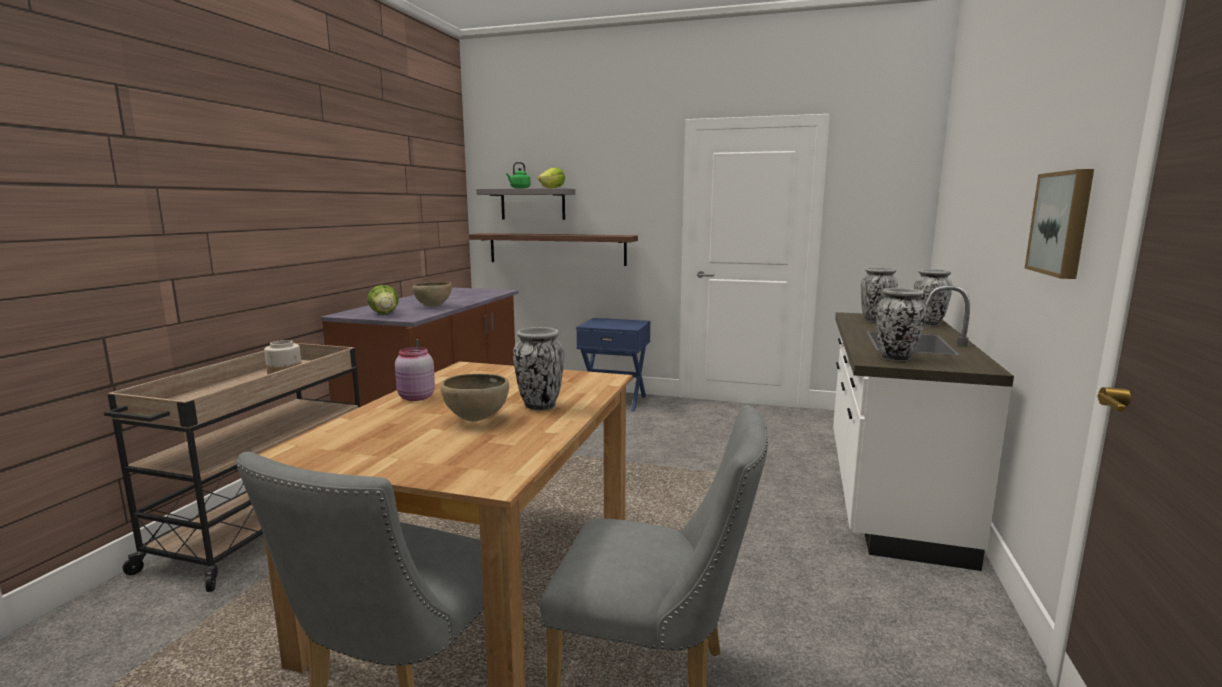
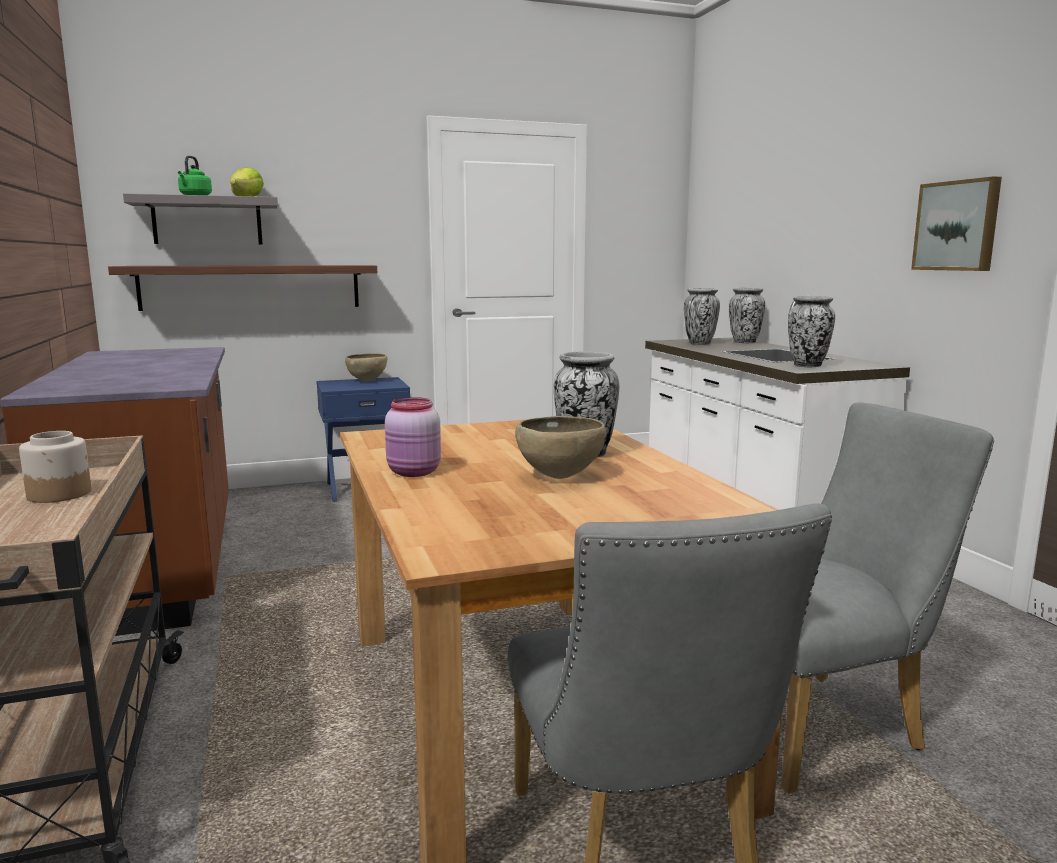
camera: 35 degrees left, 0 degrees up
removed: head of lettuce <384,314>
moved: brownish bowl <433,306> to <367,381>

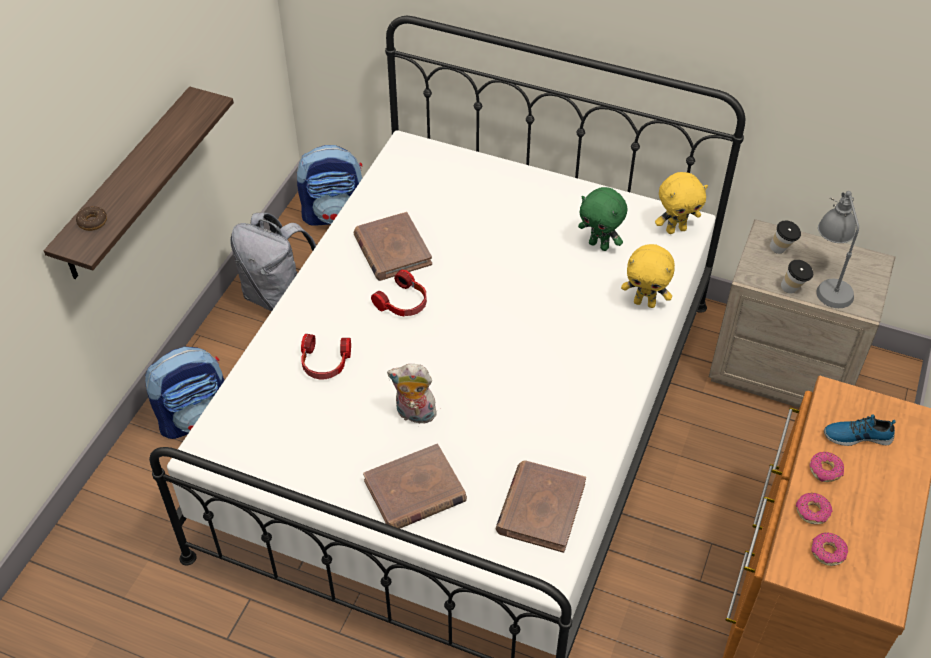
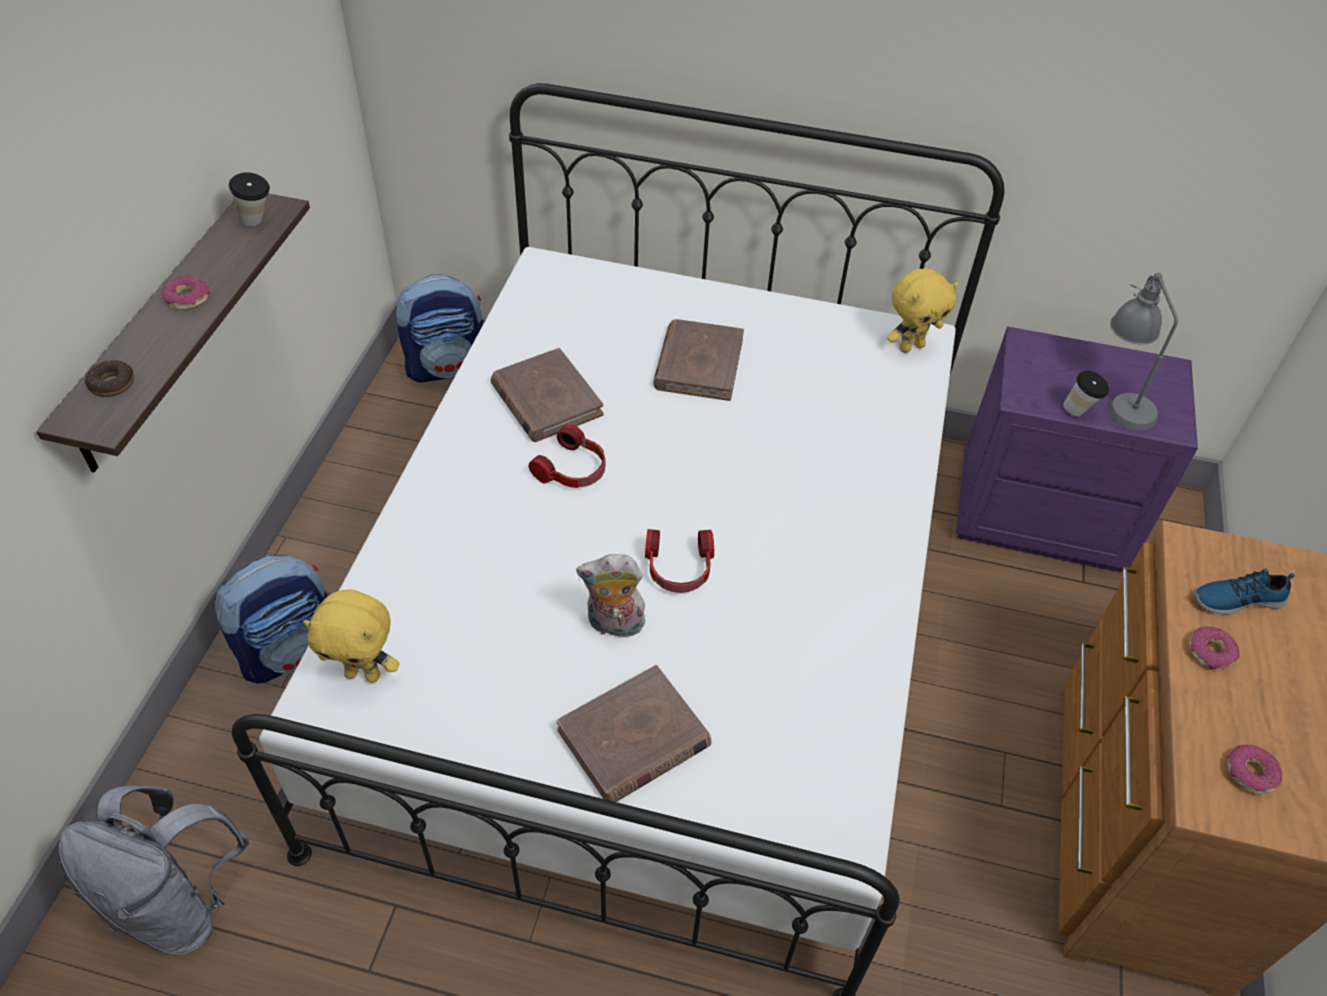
camera: 10 degrees left, 0 degrees up
removed: green cuddly toy <599,245>
moved: grey backpack <279,297> to <180,903>; headphones <325,363> to <679,569>; brownish volume <540,508> to <698,364>; yellow-coloured cuddly toy <645,303> to <364,673>; drinking cup <782,250> to <258,222>; ring doughnut <812,511> to <187,299>
recoloured: beige night table <782,368> to purple-coloured night table <1040,513>

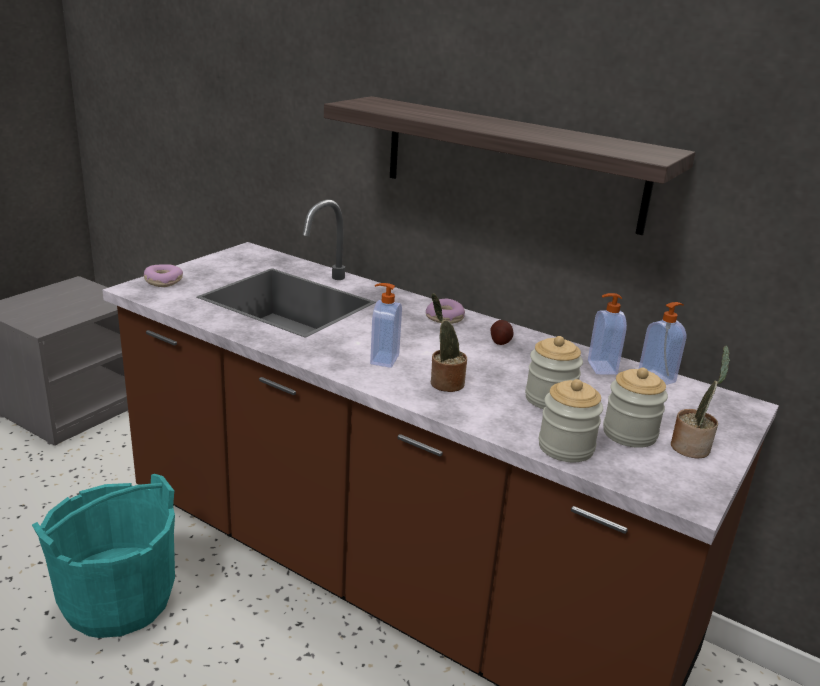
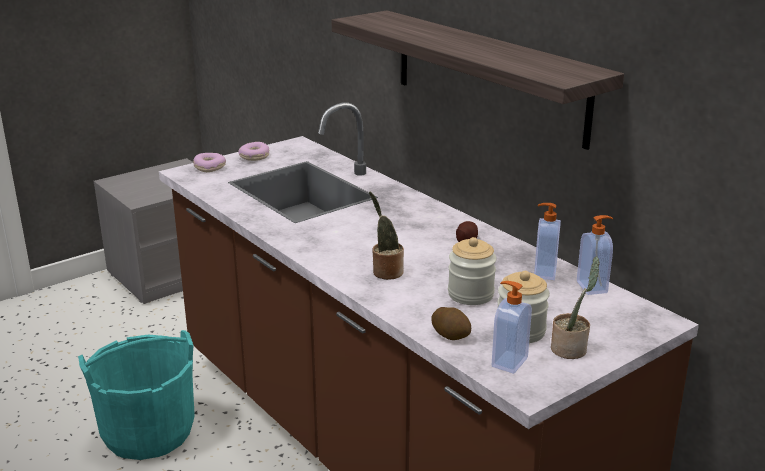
camera: 20 degrees right, 0 degrees up
moved: soap dispenser <383,359> to <508,362>; ring doughnut <445,318> to <254,157>
replaced: preserve jar <566,447> to potato <451,335>

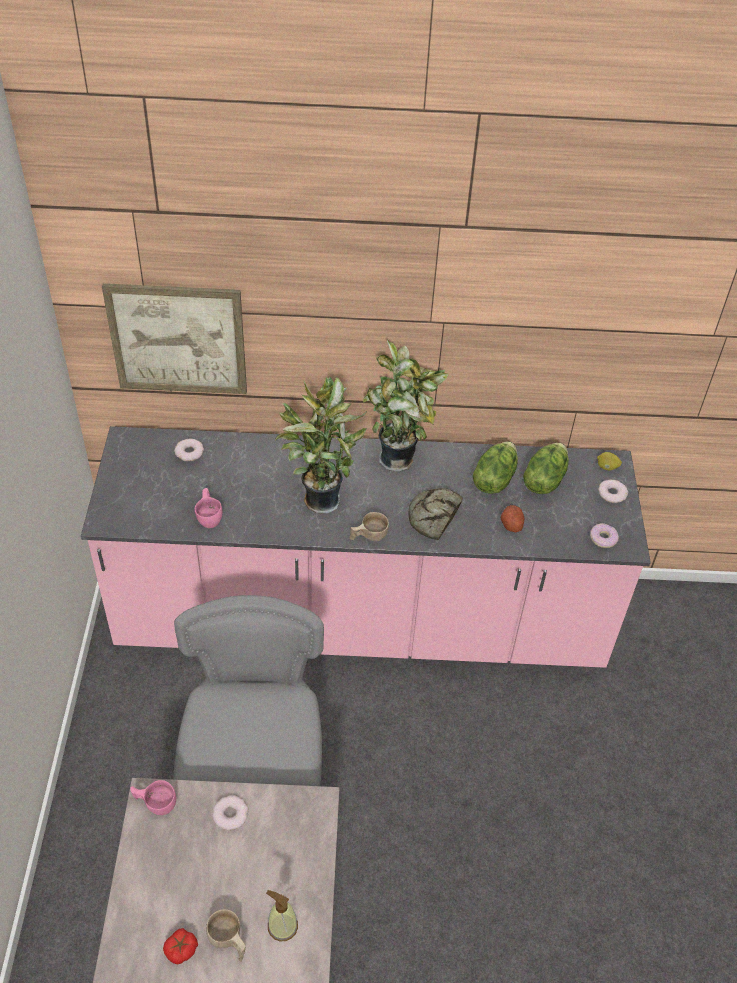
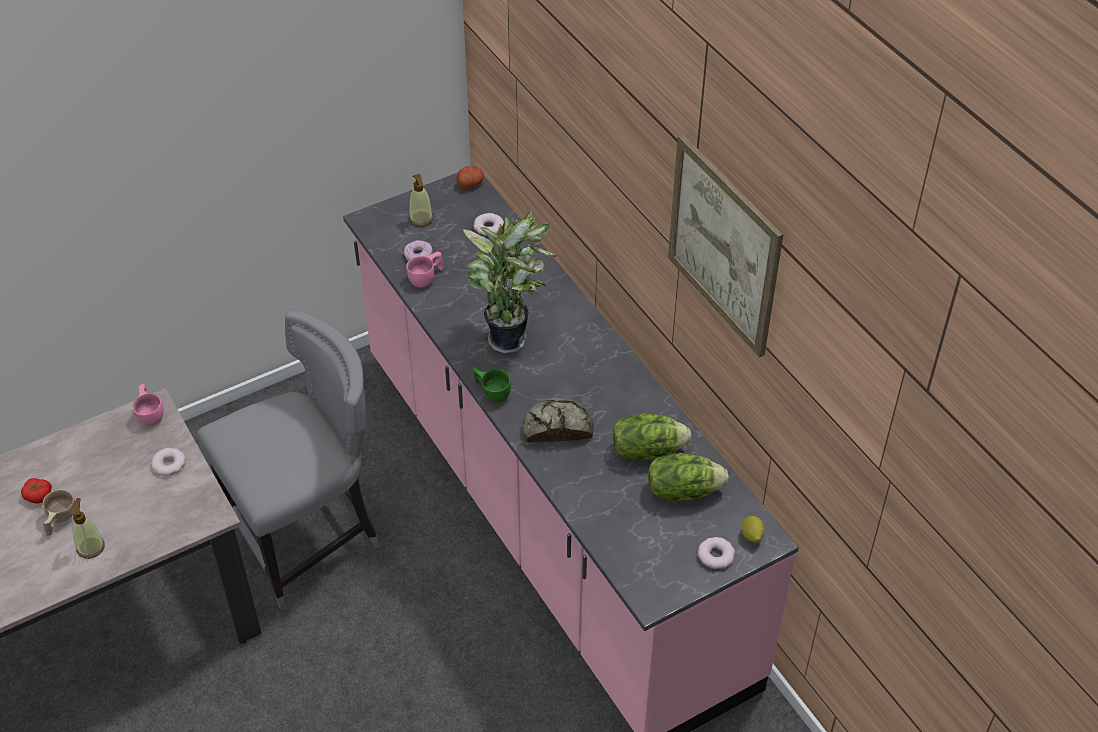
camera: 60 degrees right, 0 degrees up
removed: potted plant <400,460>
added: soap dispenser <421,219>
moved: wall picture <178,339> to <724,245>; potato <511,523> to <470,183>; ring doughnut <603,539> to <418,255>
recoloured: beige drinking cup <368,536> to green drinking cup <491,392>

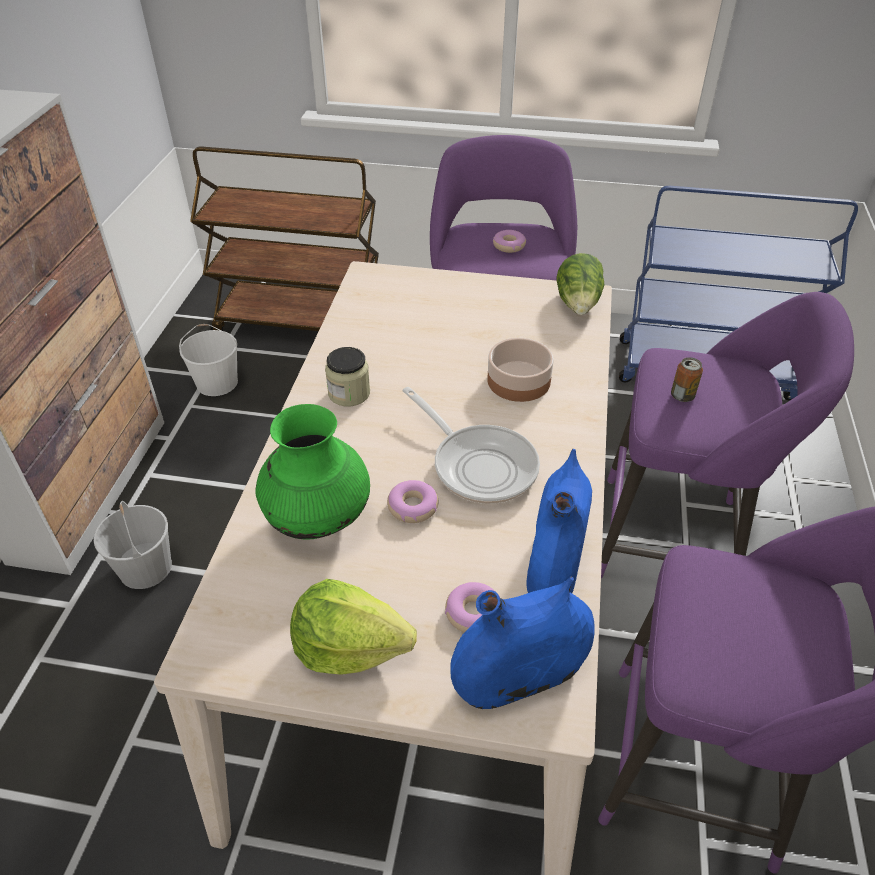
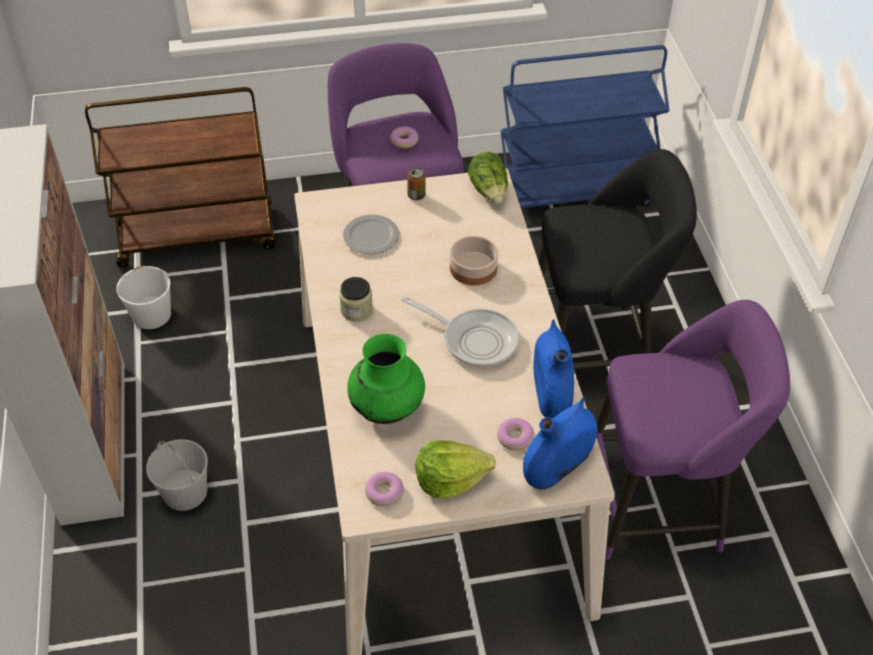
camera: 20 degrees left, 5 degrees up
added: dinner plate <370,237>
moved: ring doughnut <413,507> to <384,492>; can <682,396> to <416,195>
recoloured: purple-coloured stool seat <677,540> to black-coloured stool seat <595,348>

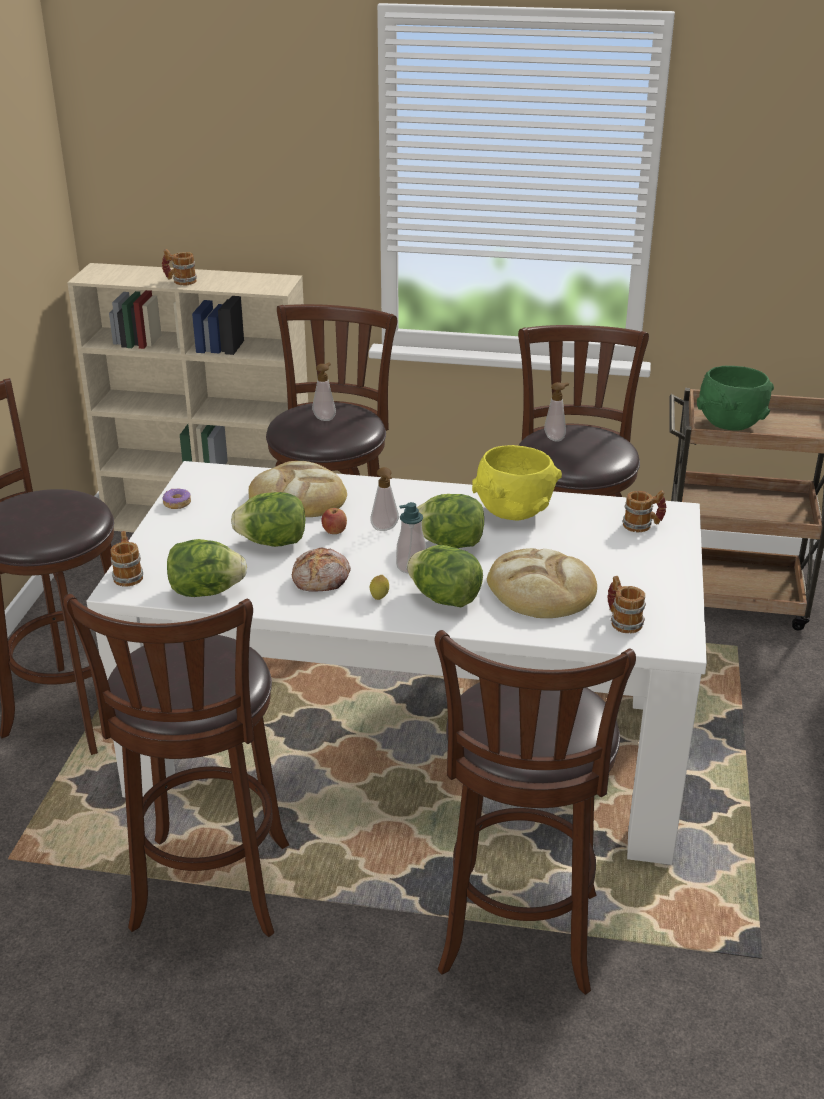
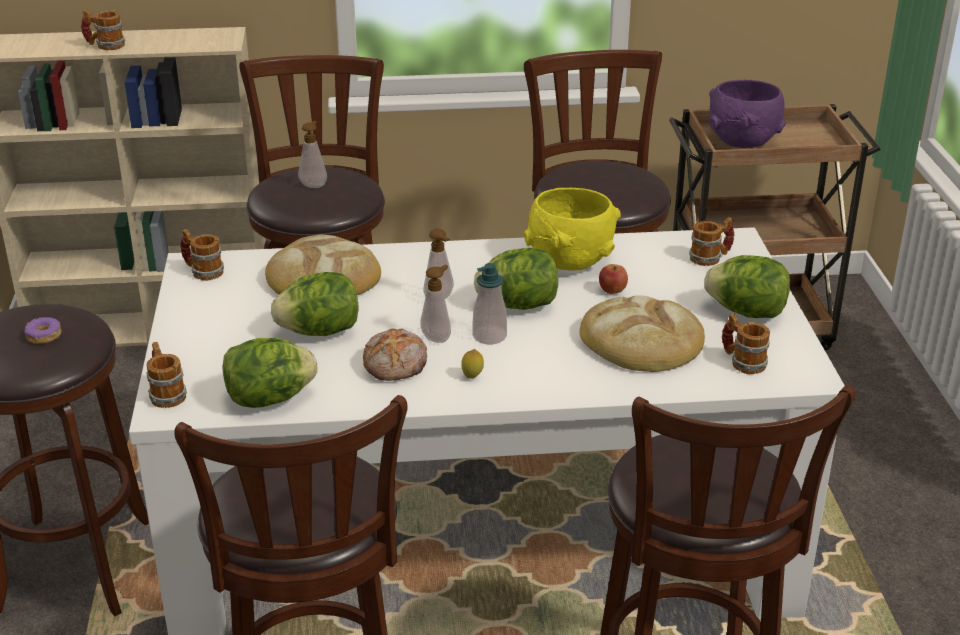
camera: 15 degrees left, 0 degrees up
added: mug <202,271>
moved: ring doughnut <177,503> to <43,336>; apple <334,532> to <612,291>; head of lettuce <445,599> to <746,312>; soap dispenser <556,438> to <437,337>
recoloured: green bowl <730,425> to purple-coloured bowl <742,142>

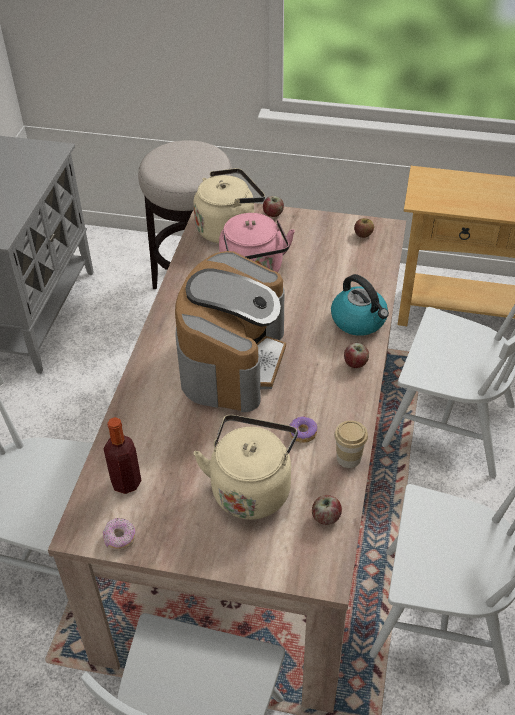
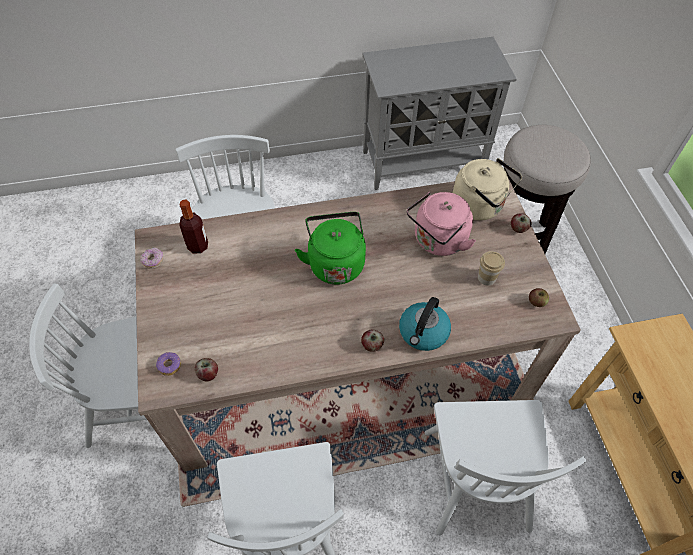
camera: 65 degrees right, 10 degrees up
removed: beige water kettle <251,487>
moved: ring doughnut <302,433> to <169,365>; drinking cup <348,458> to <486,278>
replaced: coffee maker <232,359> to green water kettle <335,262>

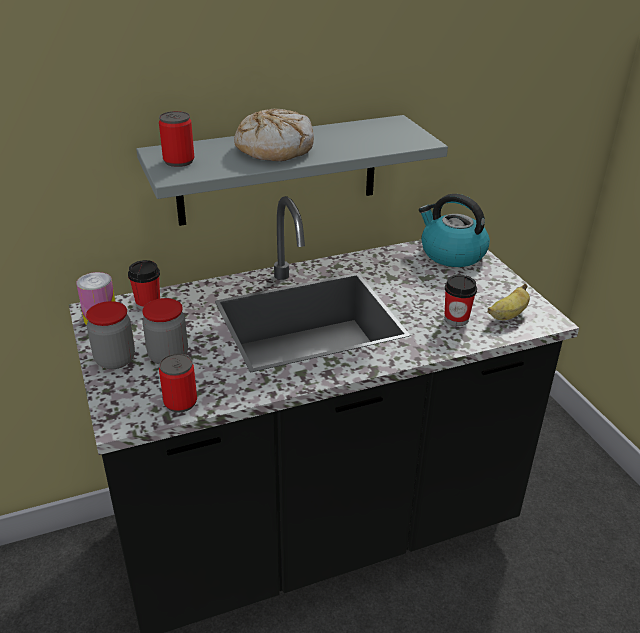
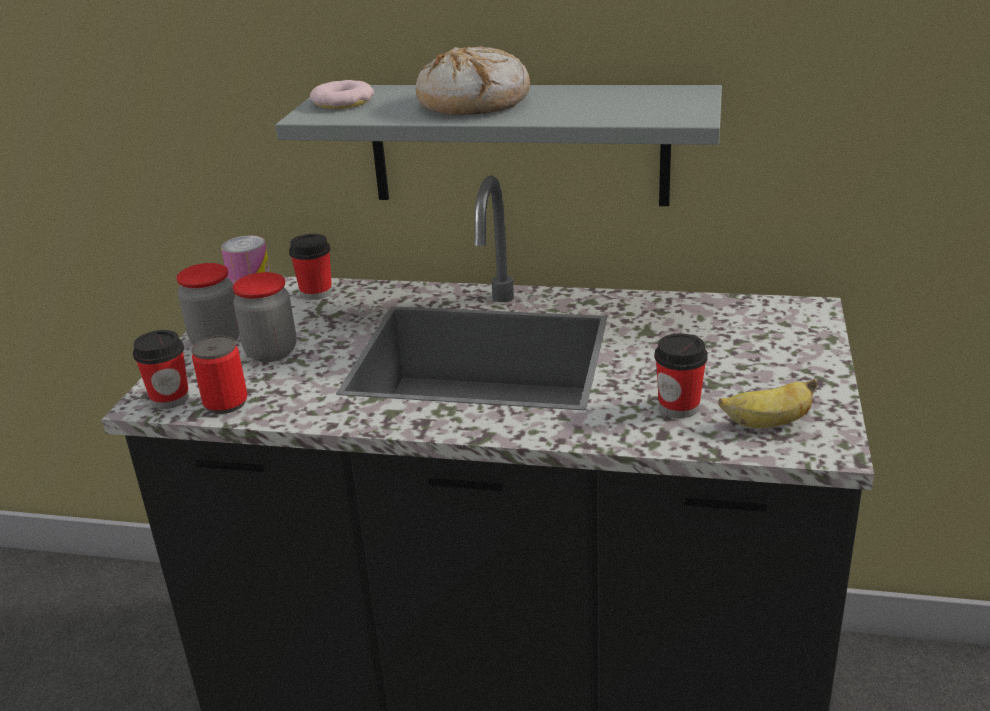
camera: 35 degrees right, 5 degrees down
removed: water kettle <451,253>
added: drinking cup <170,399>
replaced: can <179,161> to ring doughnut <343,102>

